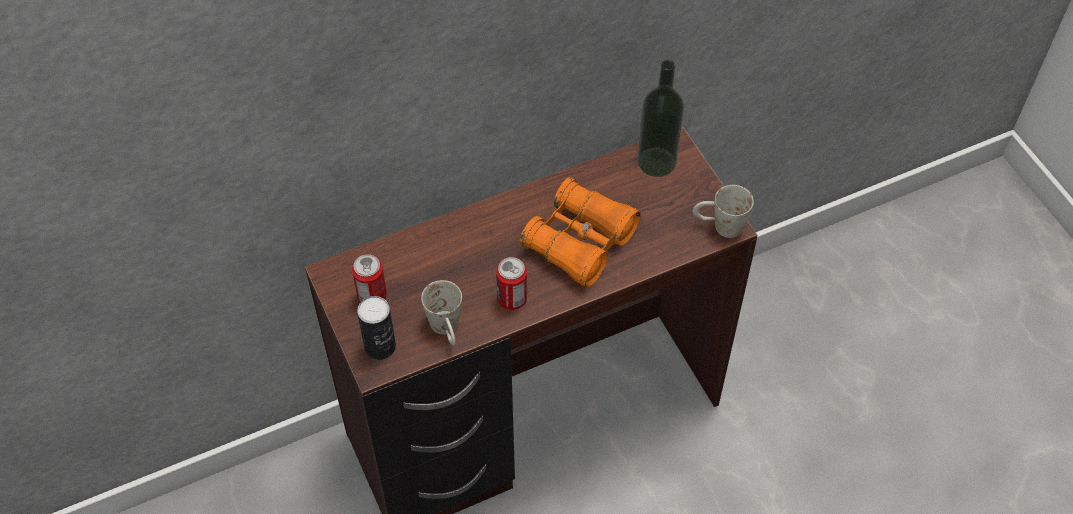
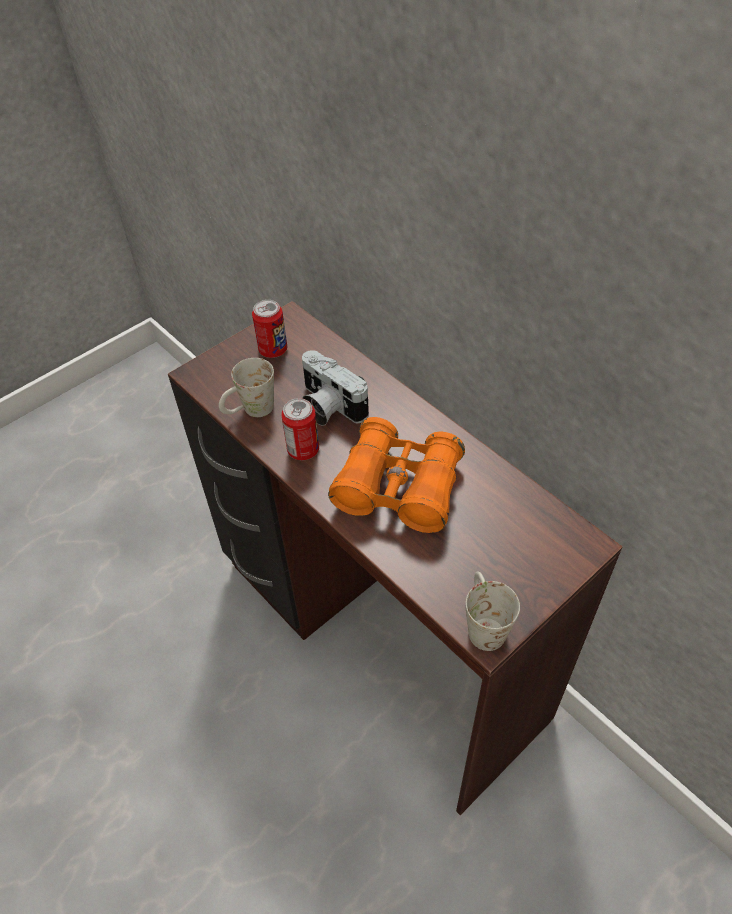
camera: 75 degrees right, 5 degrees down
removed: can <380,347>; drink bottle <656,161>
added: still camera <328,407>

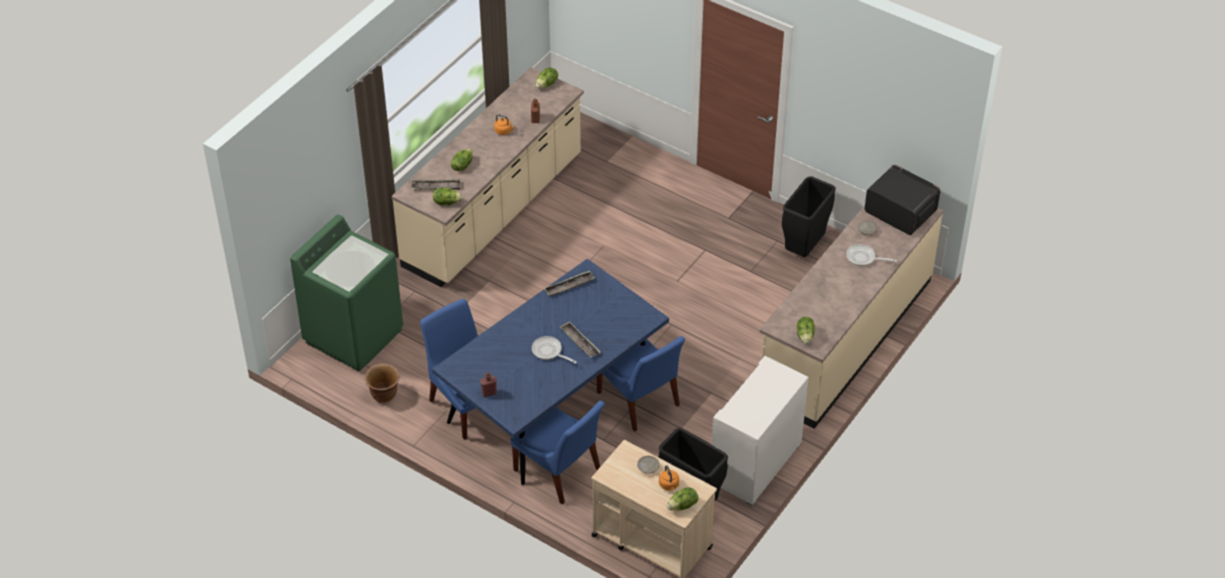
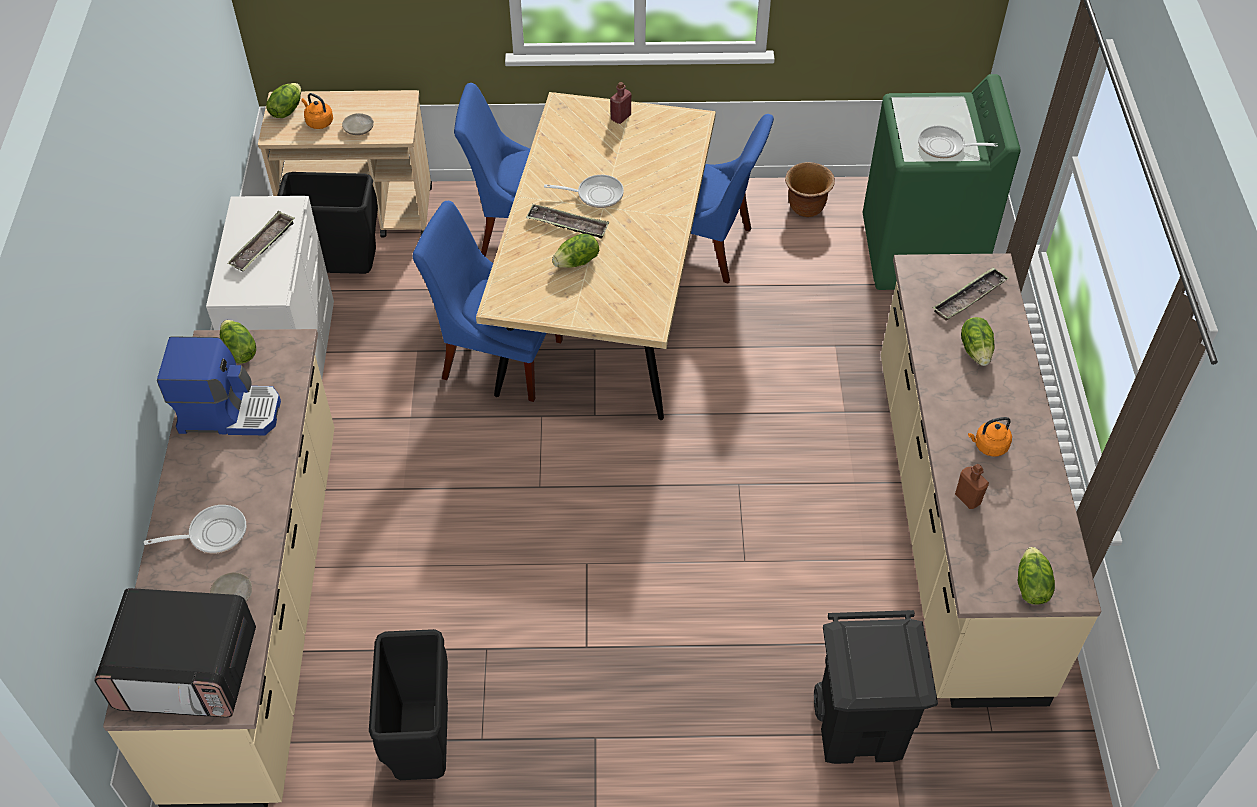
camera: 145 degrees right, 5 degrees up
added: coffee maker <229,412>; black-coloured trash can <860,727>; frying pan <945,146>
moved: head of lettuce <447,202> to <577,262>; tray <569,286> to <263,245>
recoloured: blue dining table <553,402> to beige dining table <604,300>

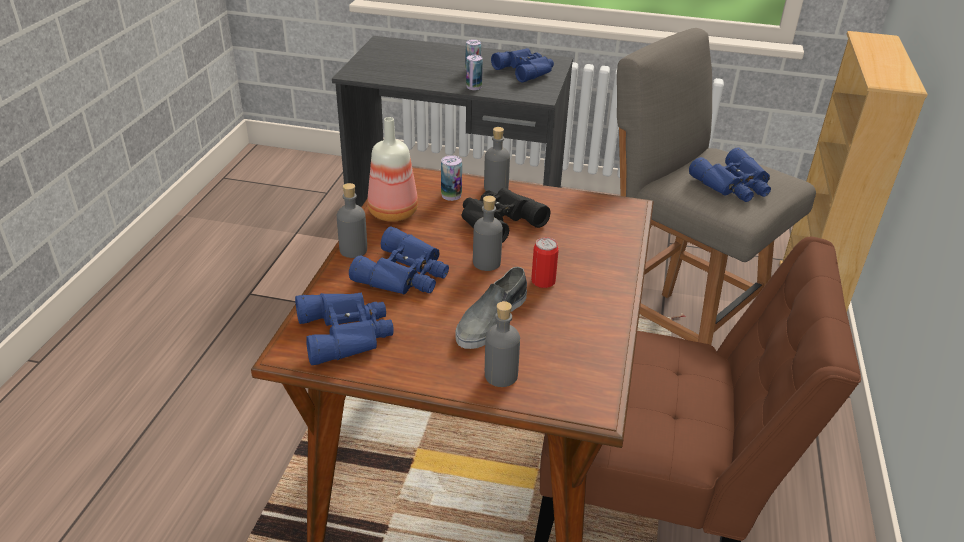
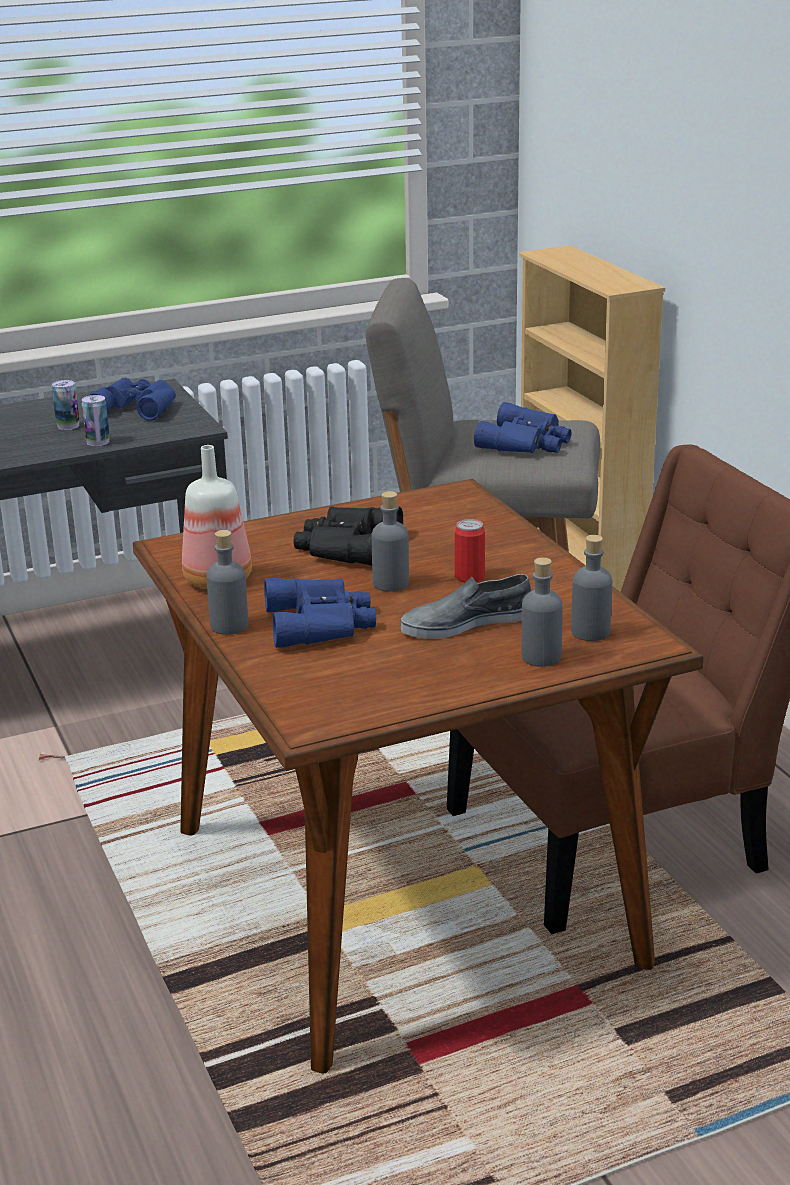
camera: 35 degrees left, 10 degrees down
removed: blue field glasses <347,332>; can <451,195>
moved: grey drink bottle <496,188> to <590,632>
turned: grey shoe <490,319> = <466,623> 75 degrees clockwise

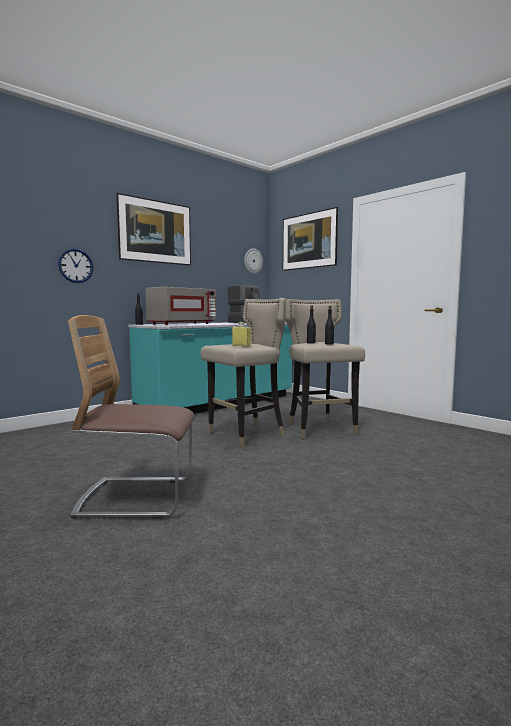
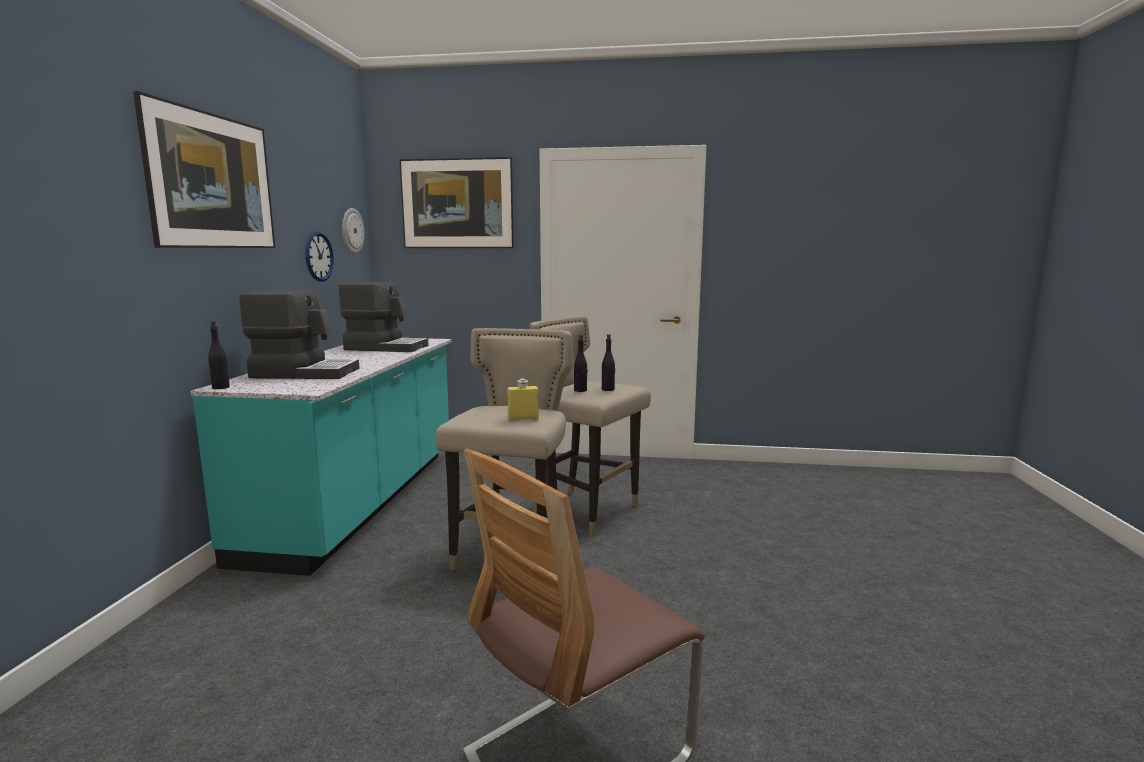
camera: 40 degrees left, 5 degrees up
moved: clock on the wall <75,265> to <319,256>
replaced: grey kitchen microwave <182,324> to coffee maker <305,373>

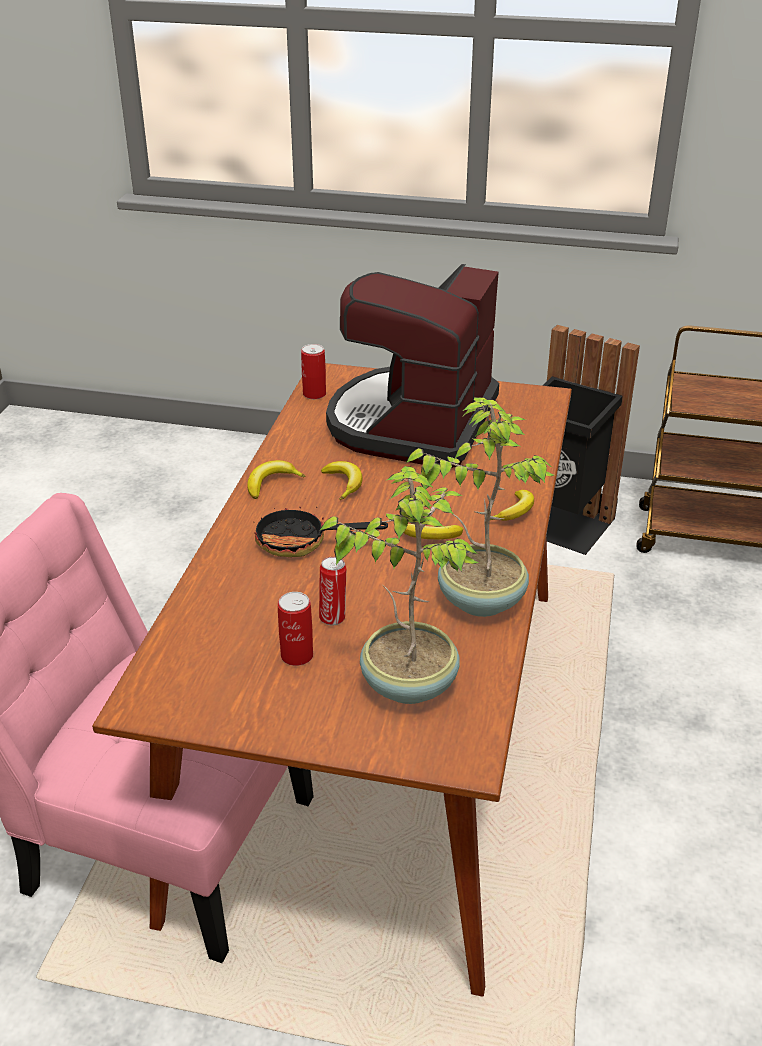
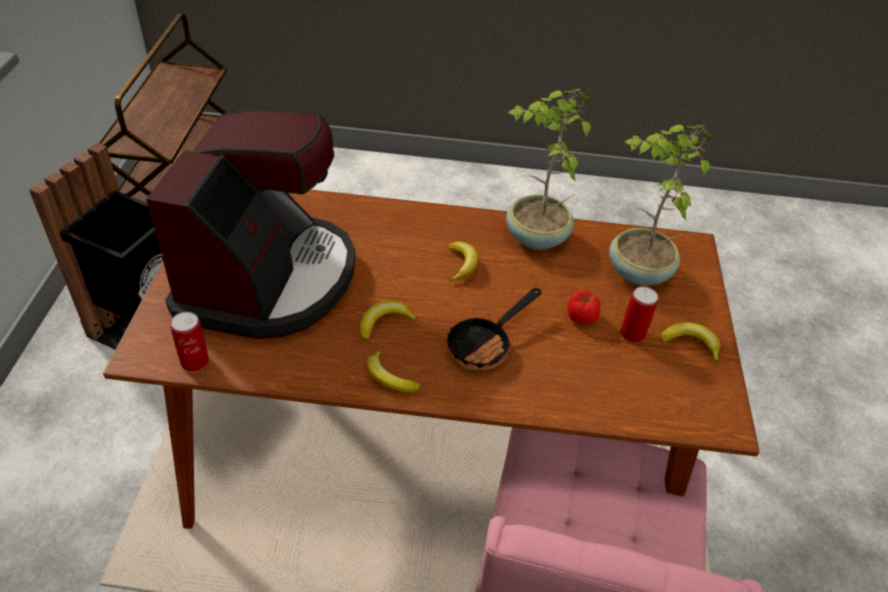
camera: 100 degrees left, 10 degrees up
moved: whole banana <514,512> to <690,344>
replaced: can <333,617> to tomato <581,316>
turned: frying pan <302,542> = <485,344> 45 degrees clockwise; coffee maker <413,423> = <268,279> 90 degrees counterclockwise

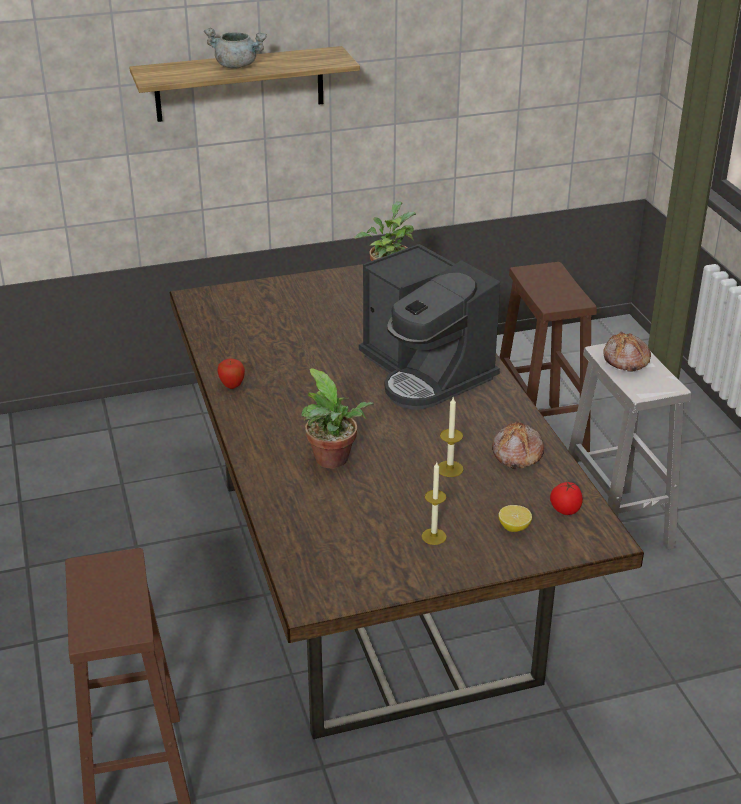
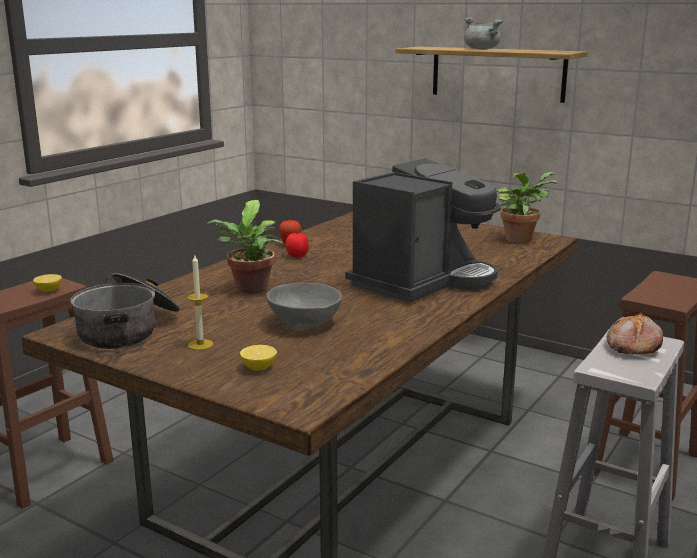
camera: 50 degrees right, 15 degrees down
removed: baked bread <516,454>
added: lemon <48,290>; cooking pot <129,329>
moved: tomato <565,510> to <297,256>
replaced: candle <450,469> to grey bowl <305,323>
turned: coffee maker <426,372> = <422,281> 150 degrees counterclockwise

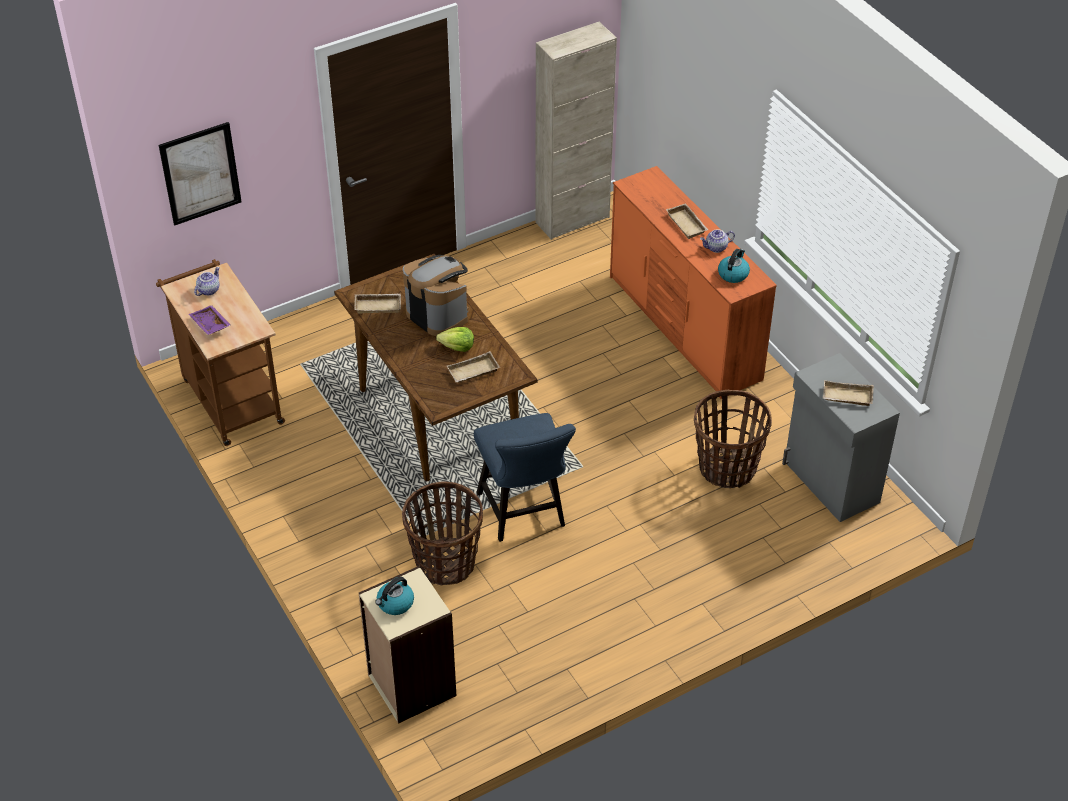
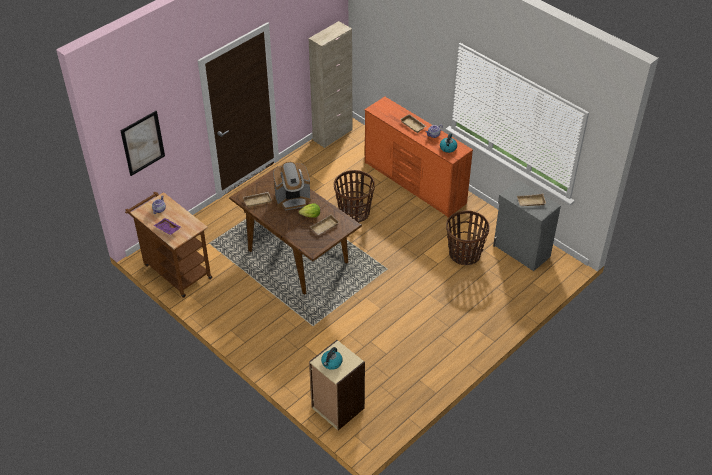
camera: 15 degrees left, 0 degrees up
removed: blue plain chair <524,514>
moved: storage basket <445,562> to <354,213>
turned: coffee maker <437,314> = <293,199> 135 degrees clockwise

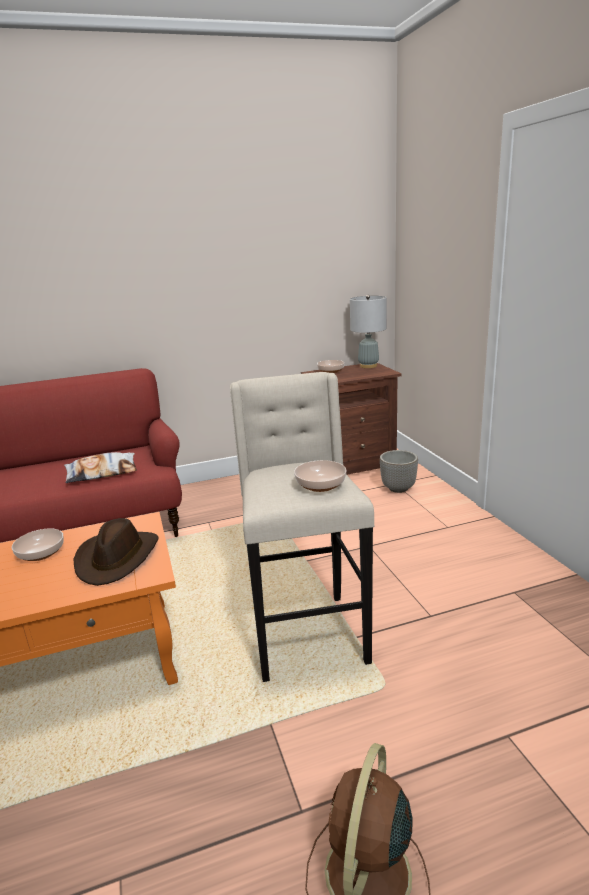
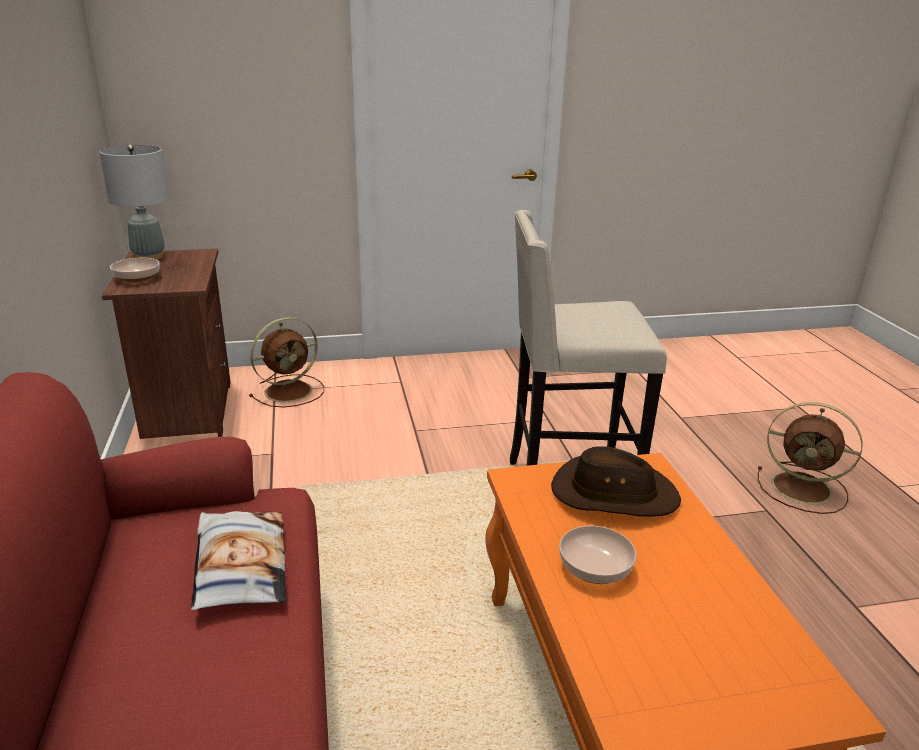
camera: 85 degrees left, 5 degrees up
removed: bowl <321,485>
replaced: plant pot <399,488> to brownish cooling fan <290,391>

